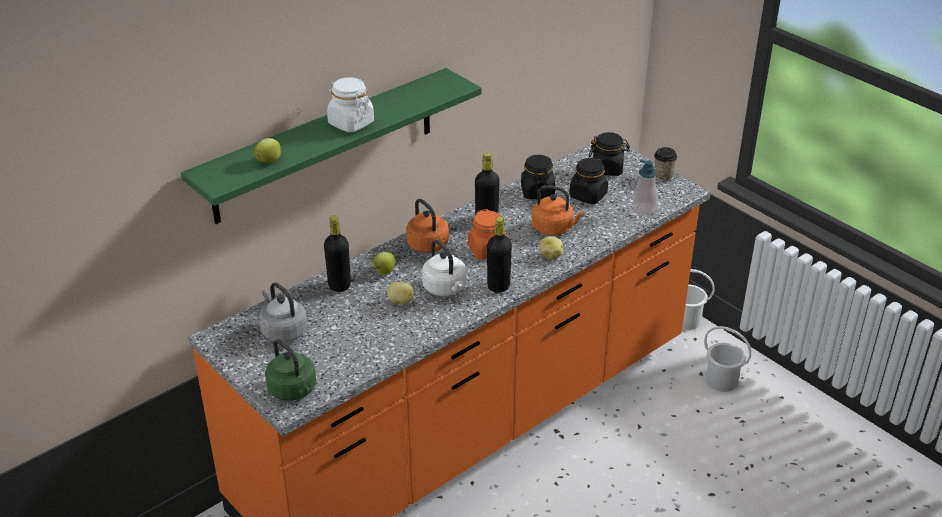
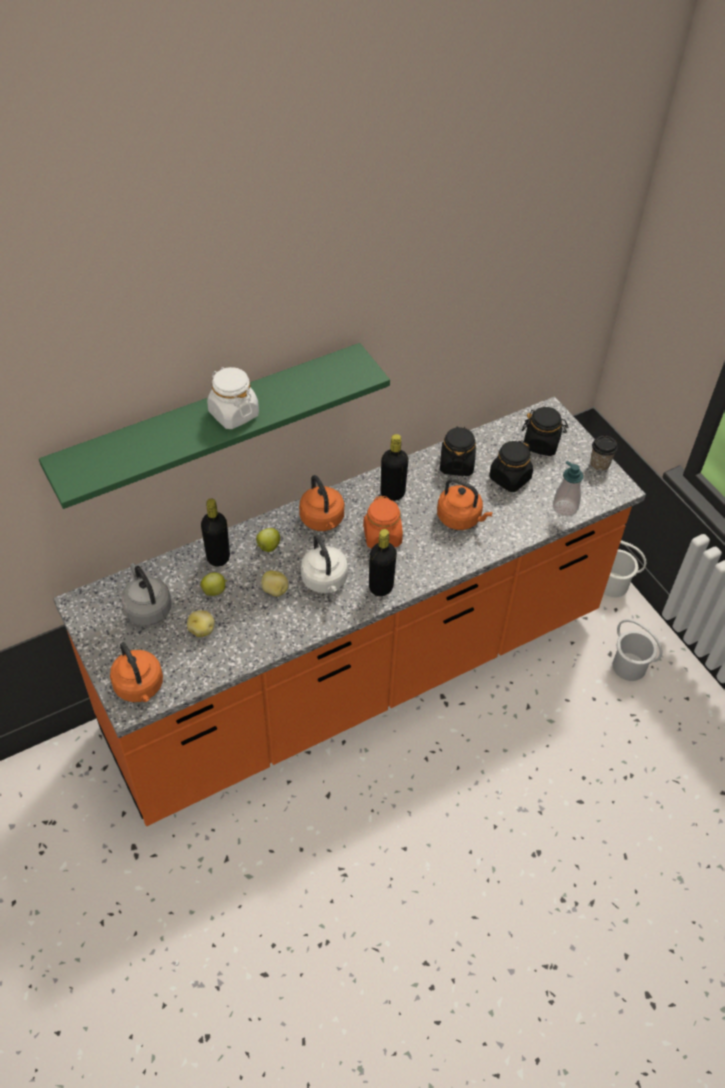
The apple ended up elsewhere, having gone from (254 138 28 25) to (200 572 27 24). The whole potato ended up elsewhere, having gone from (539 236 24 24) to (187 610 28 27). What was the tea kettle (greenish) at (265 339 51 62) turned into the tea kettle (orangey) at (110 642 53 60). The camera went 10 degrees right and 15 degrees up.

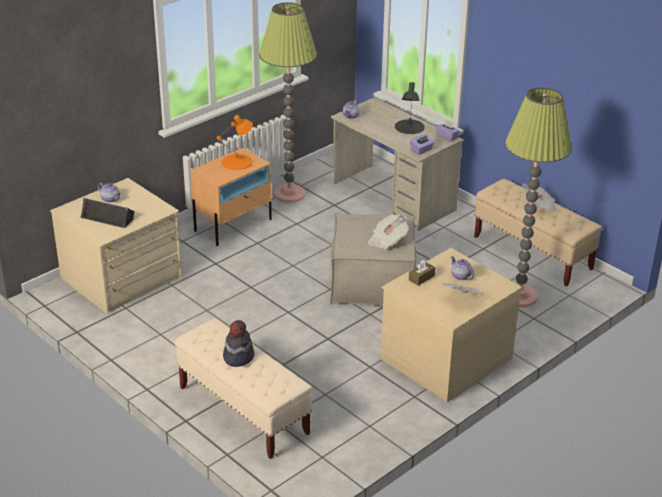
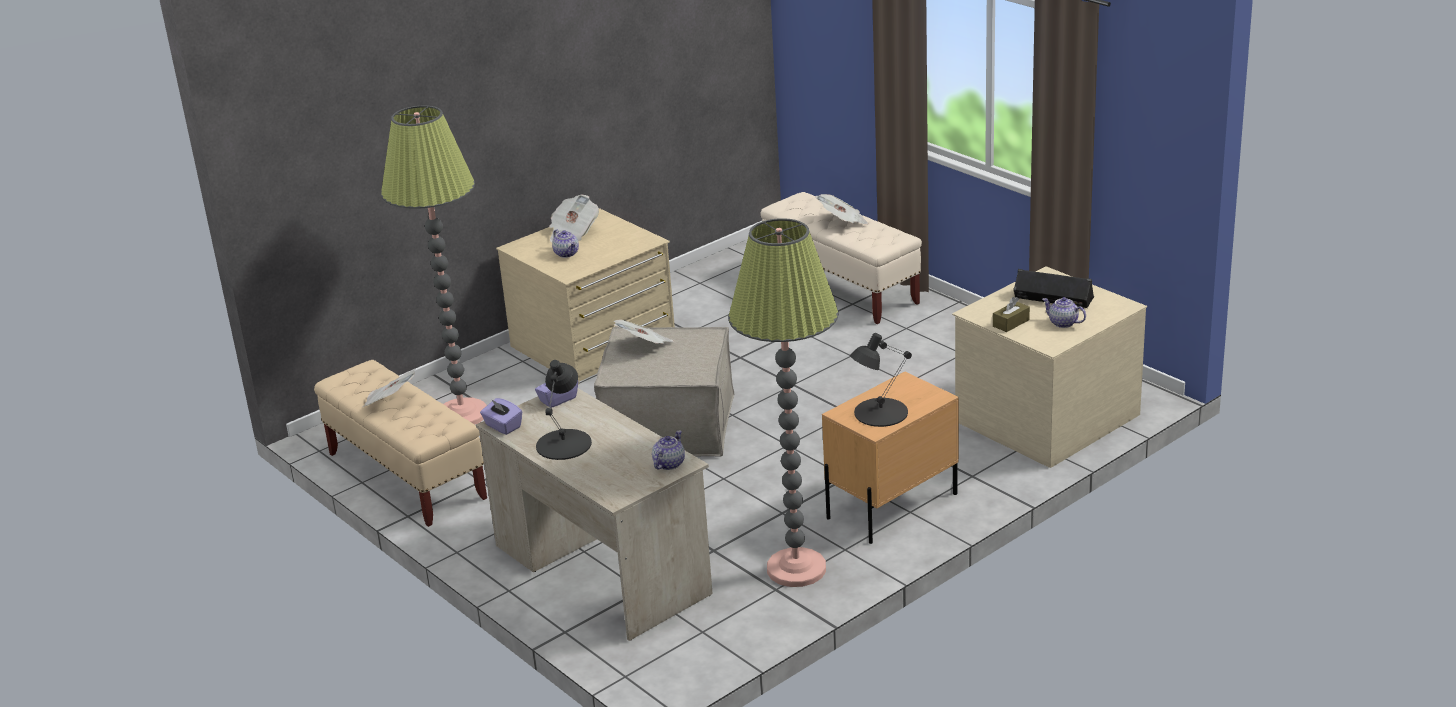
The box of tissues (brown-coloured) ended up elsewhere, having gone from (409 260 26 26) to (993 297 37 35). Where the clothing hat stood at (223 320 31 47), the printed paper came to stand at (815 194 54 31). What was the lamp for a table (orangey) at (217 115 36 55) turned into the lamp for a table (black-coloured) at (850 333 62 94). The camera went 175 degrees left and 5 degrees down.

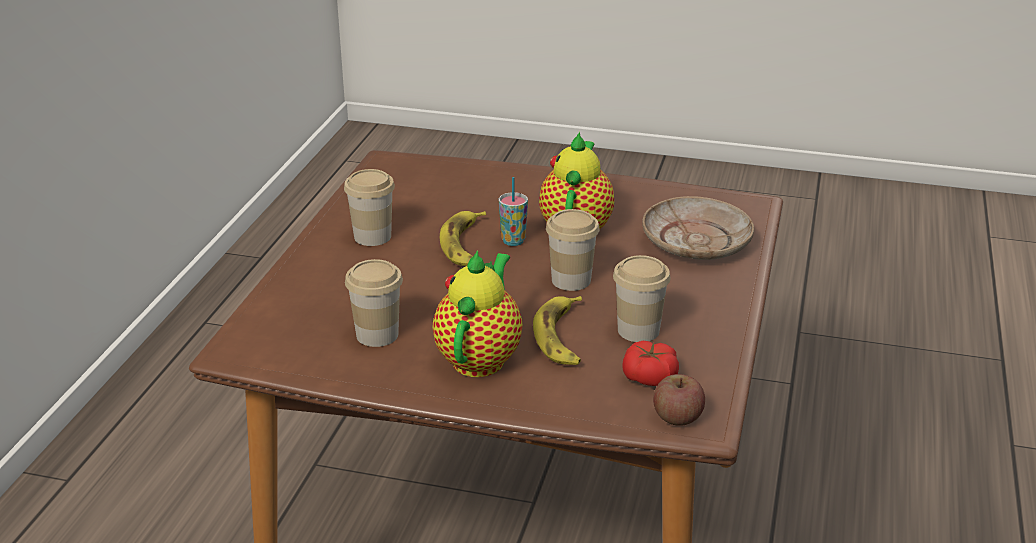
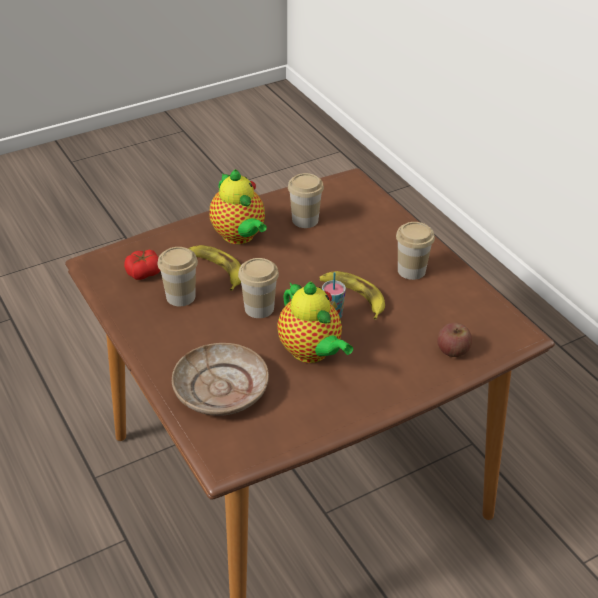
The apple ended up elsewhere, having gone from (653 374 52 52) to (437 323 35 34). The camera went 135 degrees right and 10 degrees up.

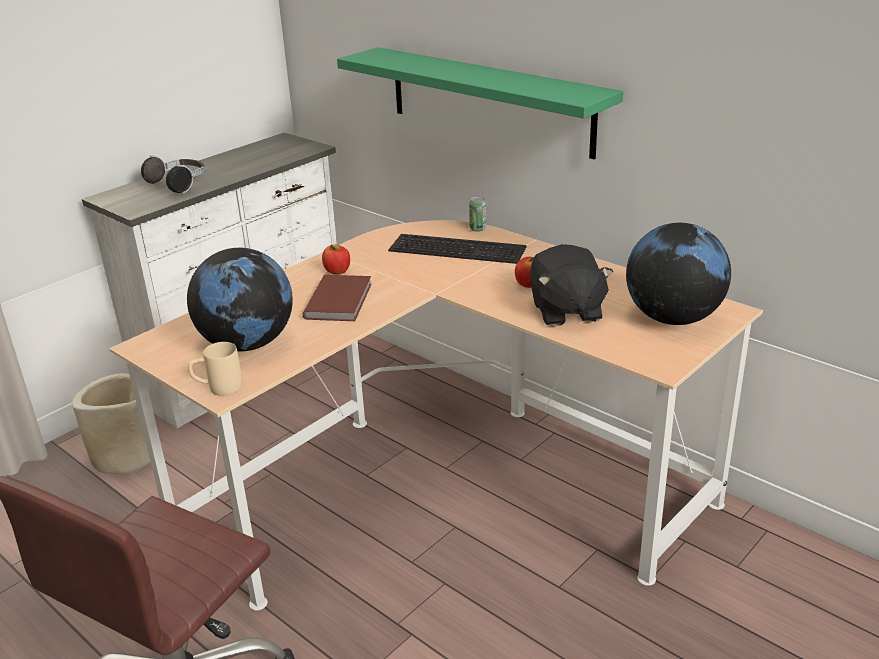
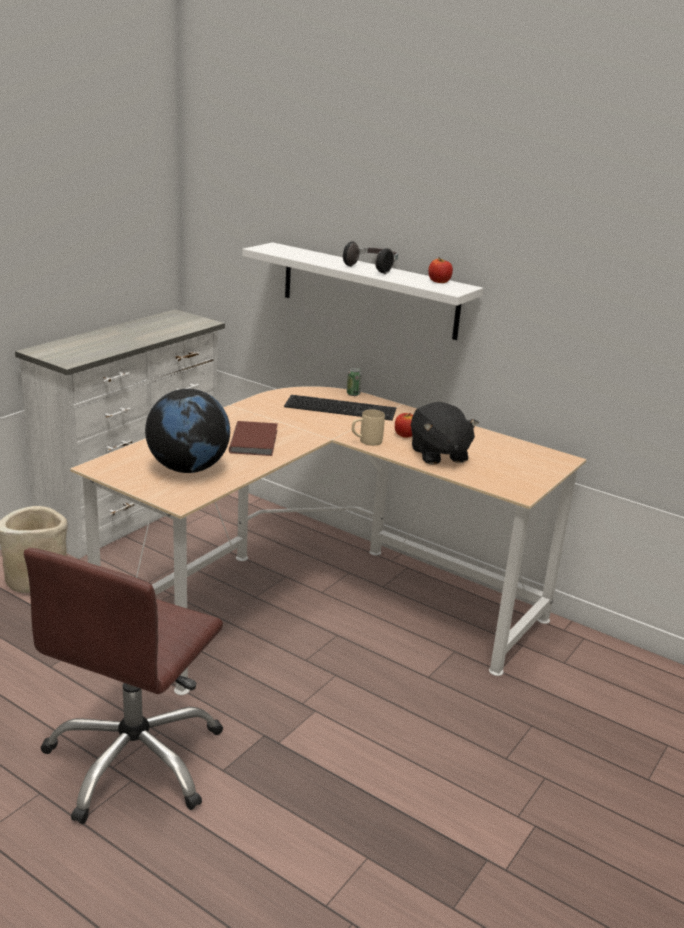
The second view lost the globe at (626 223 105 102). The headphones ended up elsewhere, having gone from (141 156 65 38) to (343 241 55 33). The mug (beige) ended up elsewhere, having gone from (188 342 55 54) to (352 409 33 37). The apple ended up elsewhere, having gone from (322 244 28 30) to (428 257 25 26). What was the shelf (greenish) at (337 47 286 112) turned into the shelf (white-coloured) at (243 242 240 98). The camera went 10 degrees left and 5 degrees down.

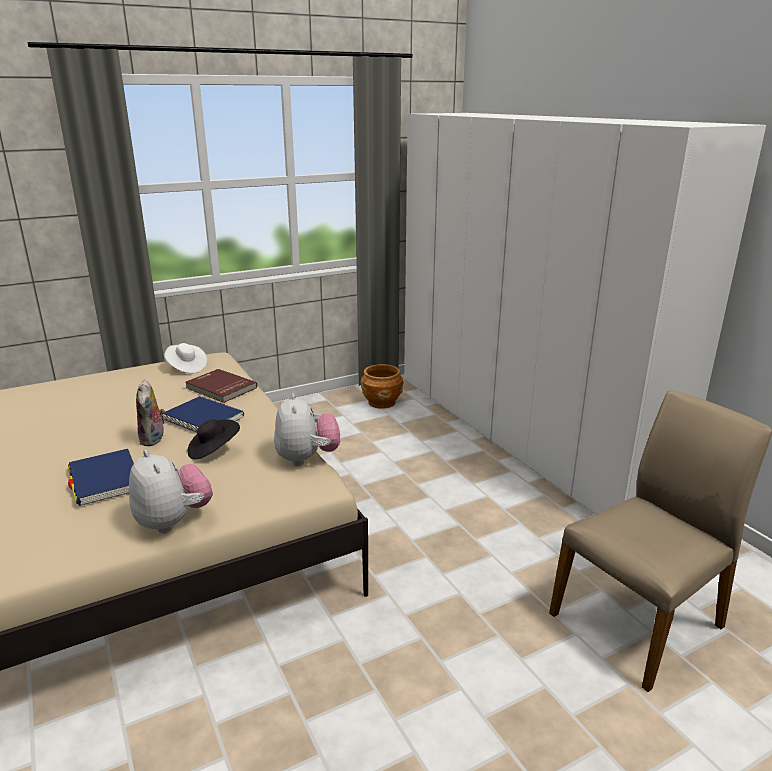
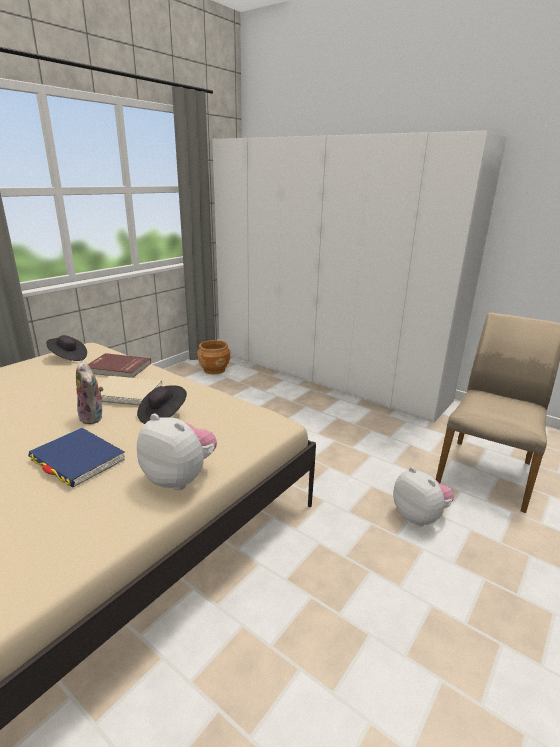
The soft toy ended up elsewhere, having gone from (274 393 66 73) to (393 467 61 60). What was the volume (blue) at (163 396 81 37) turned into the volume (beige) at (98 376 64 30). What was the clothing hat (white-coloured) at (164 343 43 30) turned into the clothing hat (black-coloured) at (47 335 40 26). The camera went 25 degrees left and 0 degrees up.

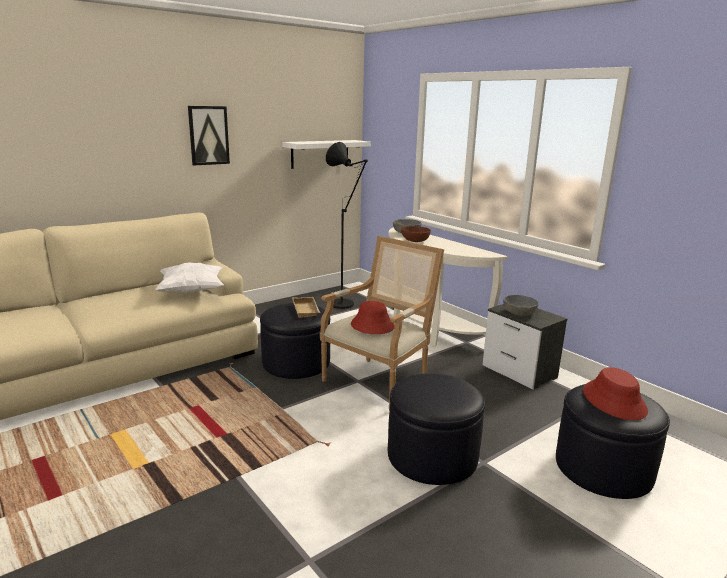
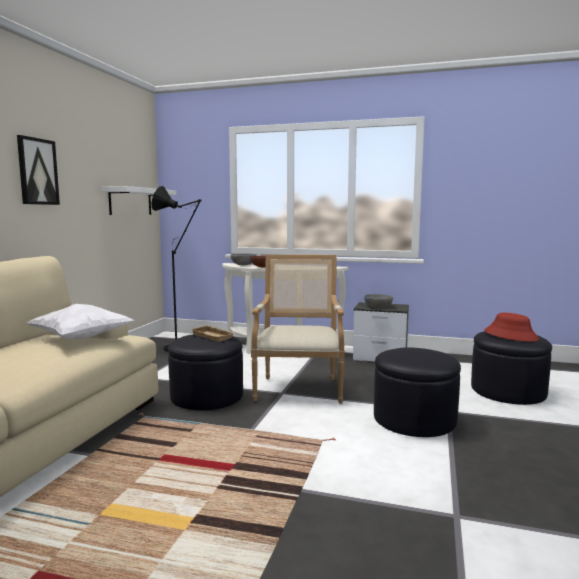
The second view lost the clothing hat (red) at (351 301 44 33). The camera went 35 degrees left and 10 degrees down.

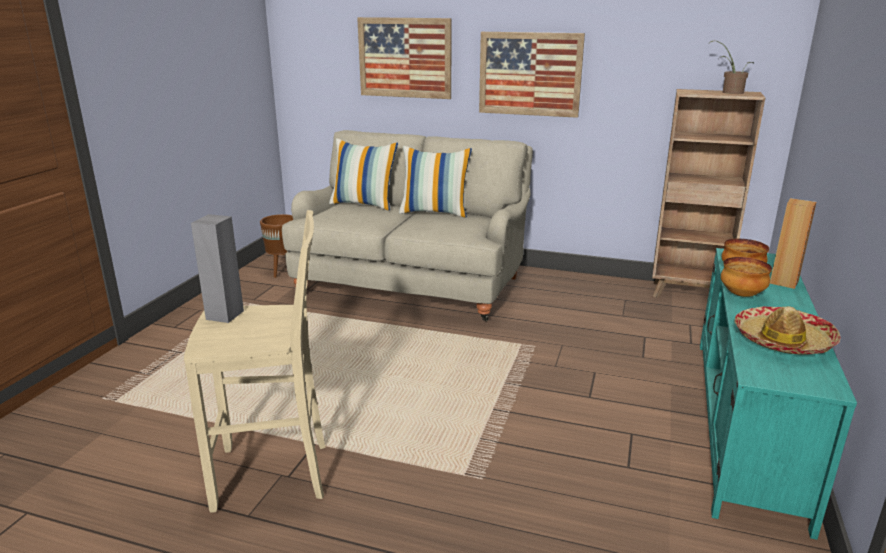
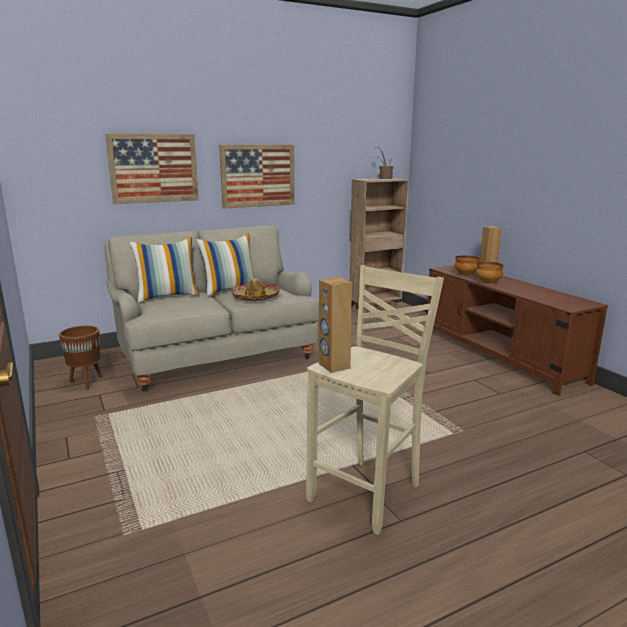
The clothing hat ended up elsewhere, having gone from (735 306 106 49) to (231 279 50 22). What was the speaker (greyish) at (191 214 53 109) turned into the speaker (brown-coloured) at (319 277 33 96). What was the tv stand (turquoise-coloured) at (700 248 157 292) turned into the tv stand (brown-coloured) at (426 265 182 131). The camera went 45 degrees left and 5 degrees down.

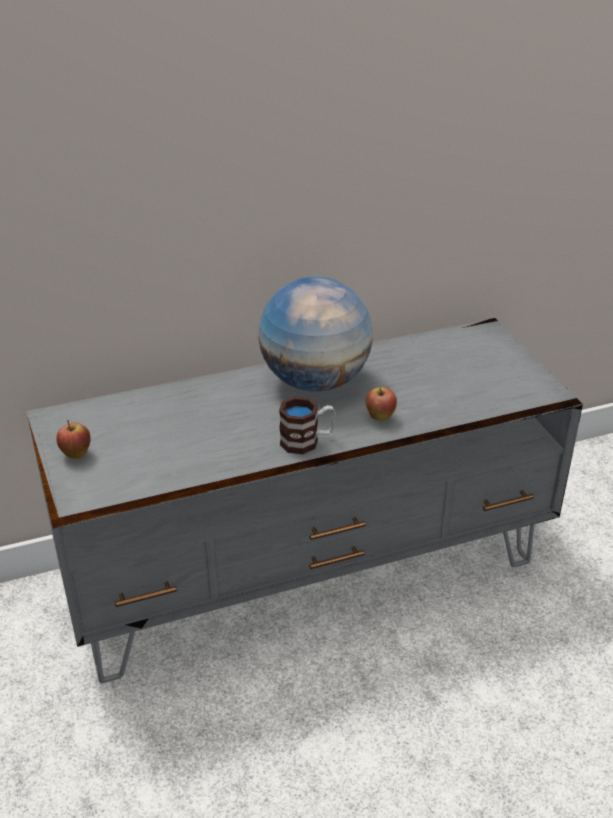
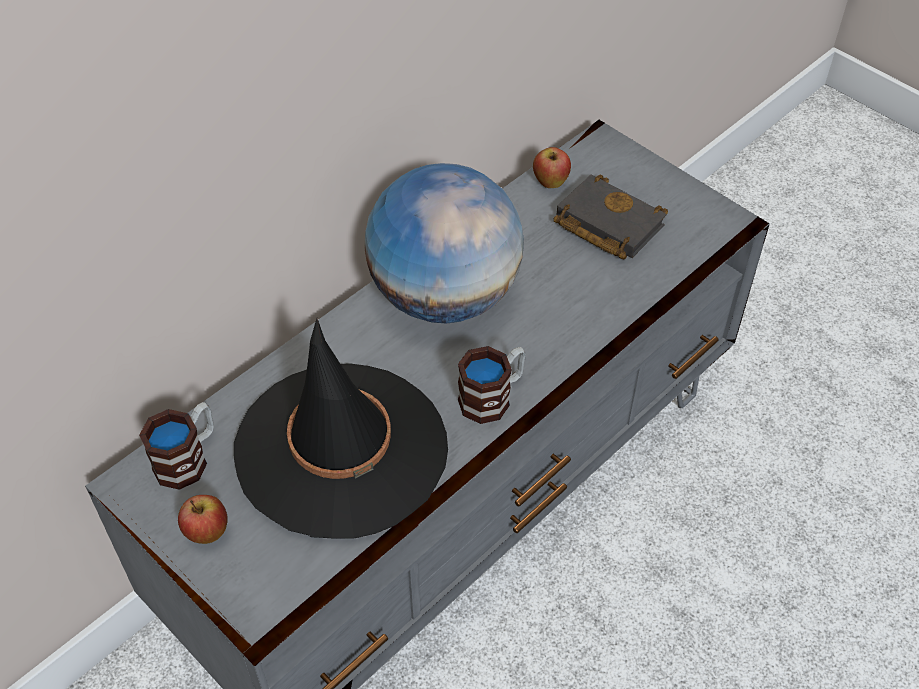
The second view gained the mug at (139 402 75 88). The second view gained the clothing hat (black-coloured) at (234 318 214 221). The second view gained the volume (black-coloured) at (554 174 114 86). The apple ended up elsewhere, having gone from (366 387 31 34) to (533 147 38 41). The camera went 25 degrees left and 15 degrees up.

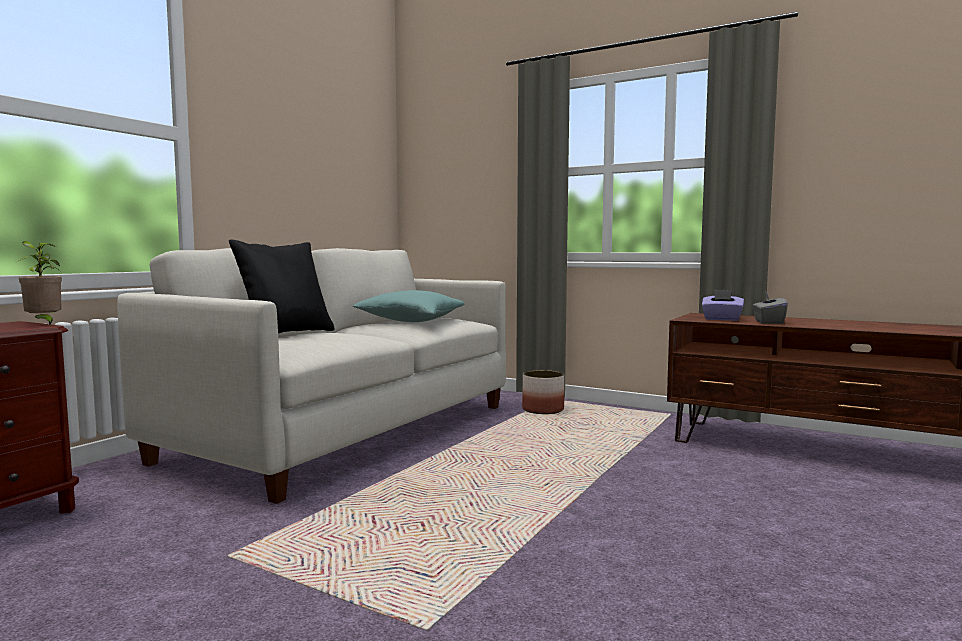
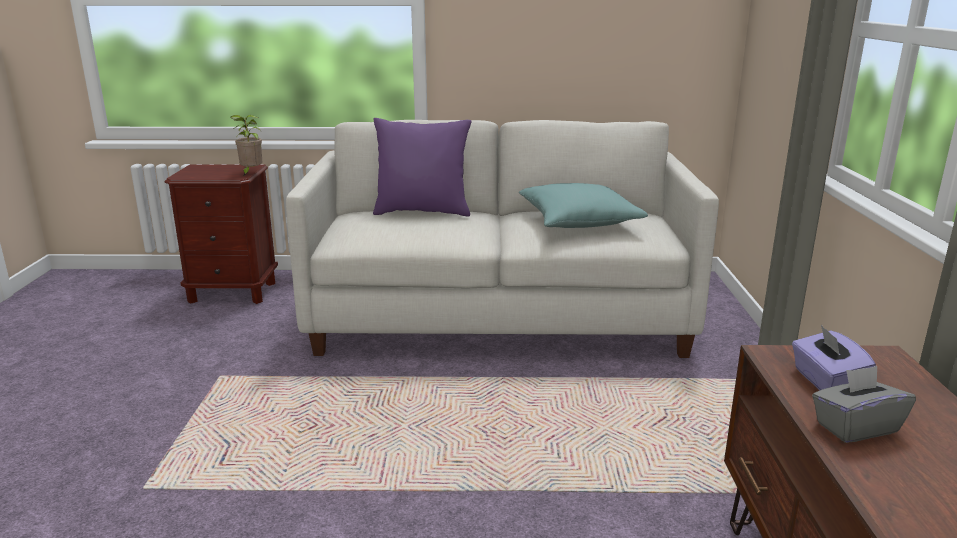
The second view lost the planter at (522 370 42 44). What was the pillow (black-coloured) at (229 240 106 93) turned into the pillow (purple-coloured) at (373 118 98 98). The camera went 60 degrees right and 15 degrees up.

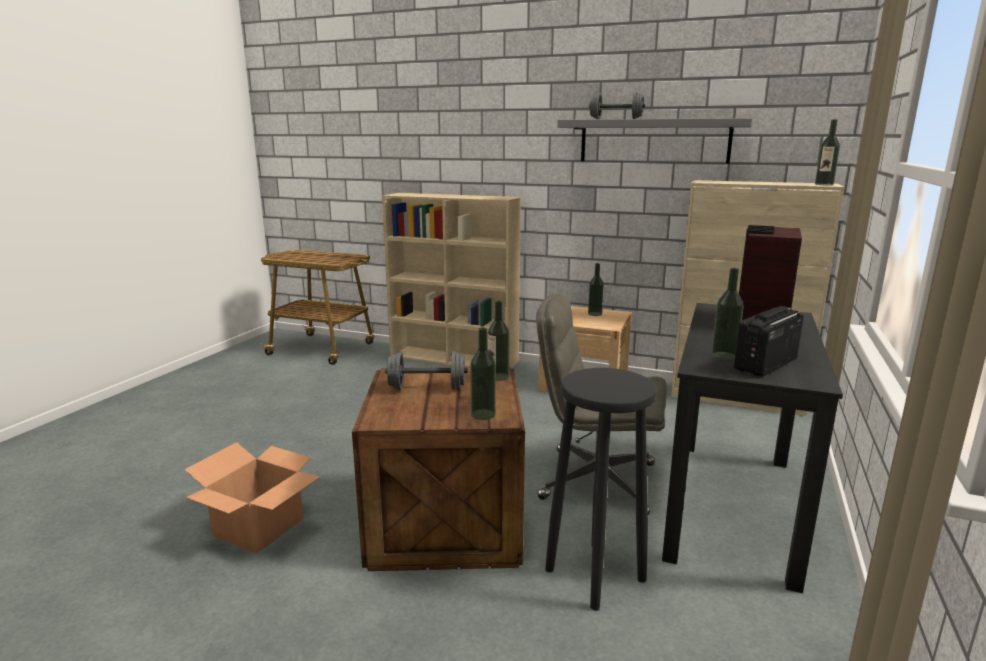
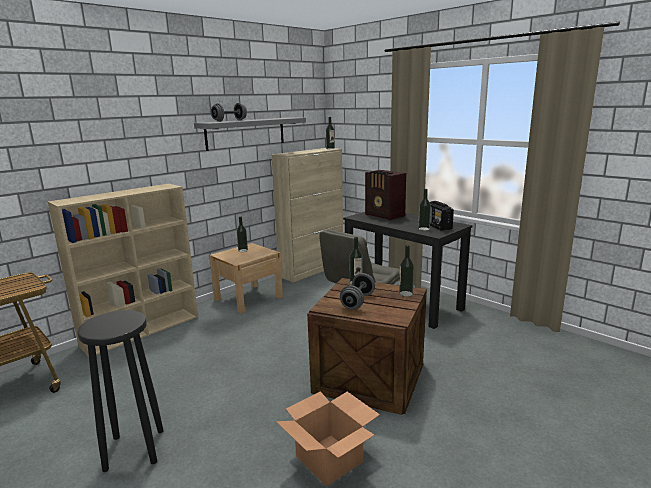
The stool (black-coloured) ended up elsewhere, having gone from (545 368 112 243) to (77 310 87 162). The camera went 65 degrees left and 0 degrees up.

